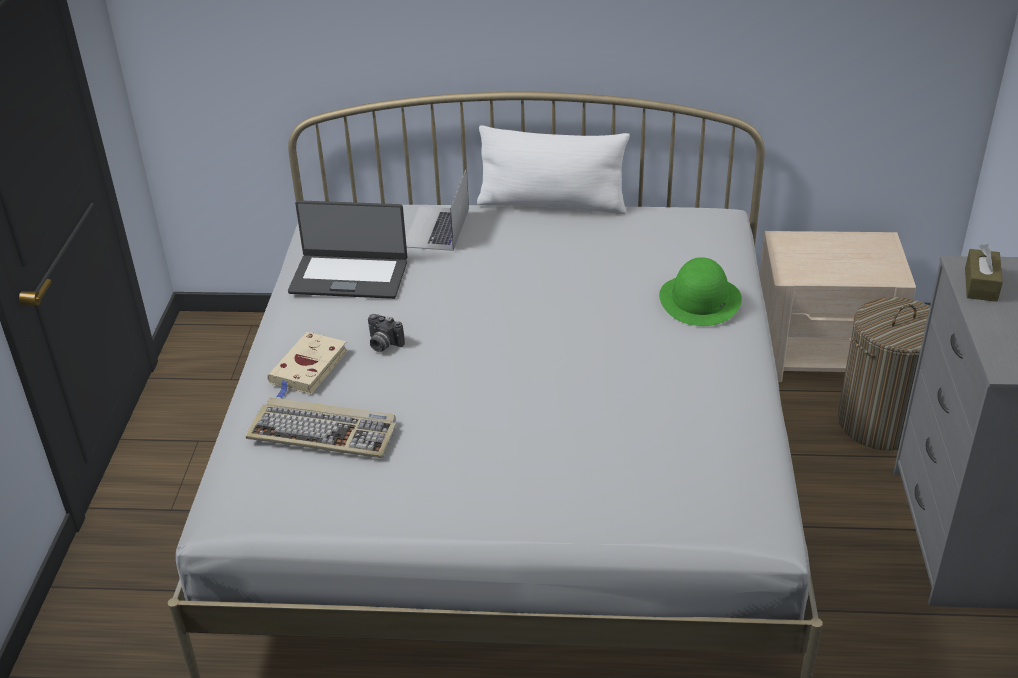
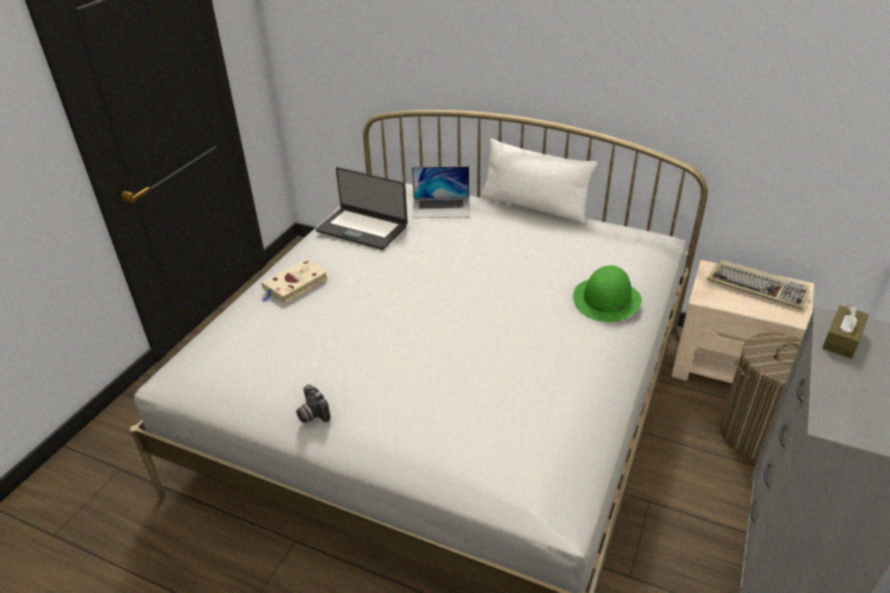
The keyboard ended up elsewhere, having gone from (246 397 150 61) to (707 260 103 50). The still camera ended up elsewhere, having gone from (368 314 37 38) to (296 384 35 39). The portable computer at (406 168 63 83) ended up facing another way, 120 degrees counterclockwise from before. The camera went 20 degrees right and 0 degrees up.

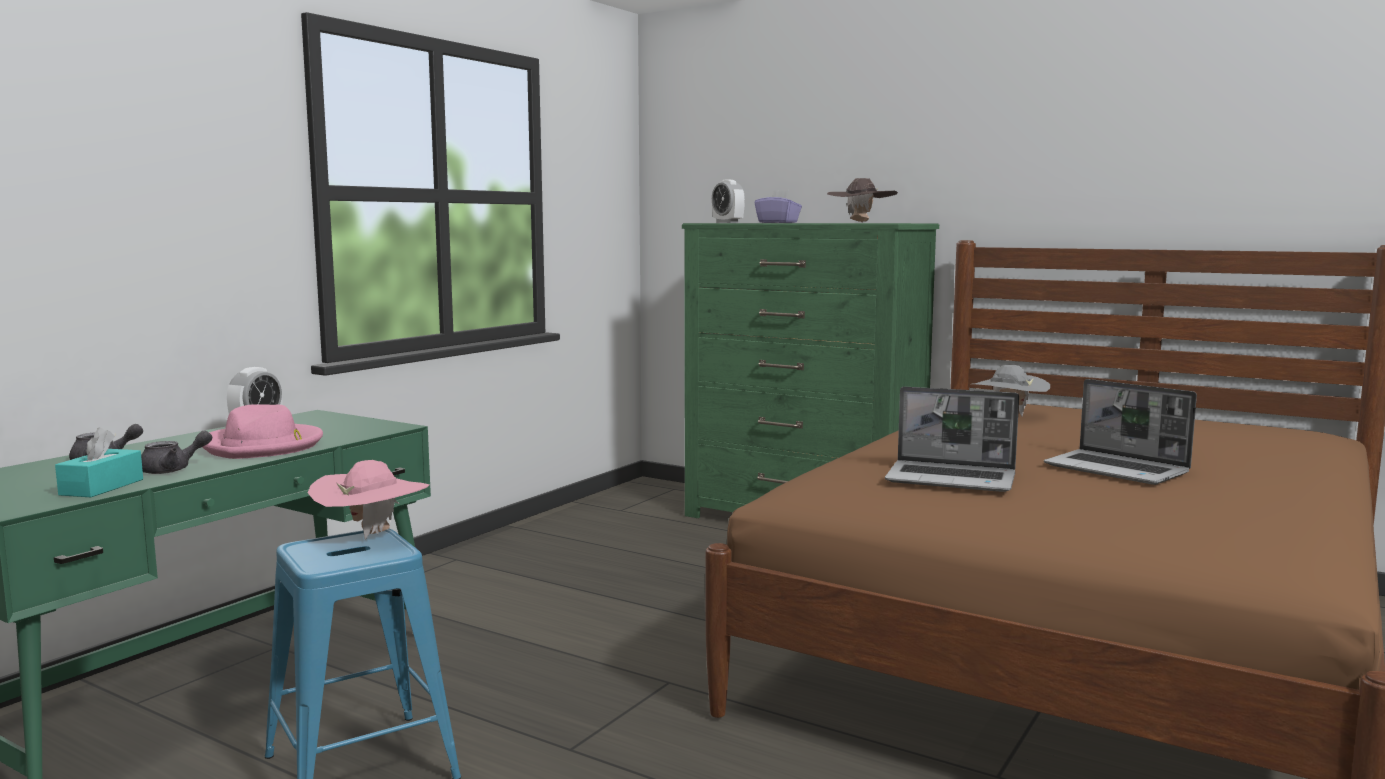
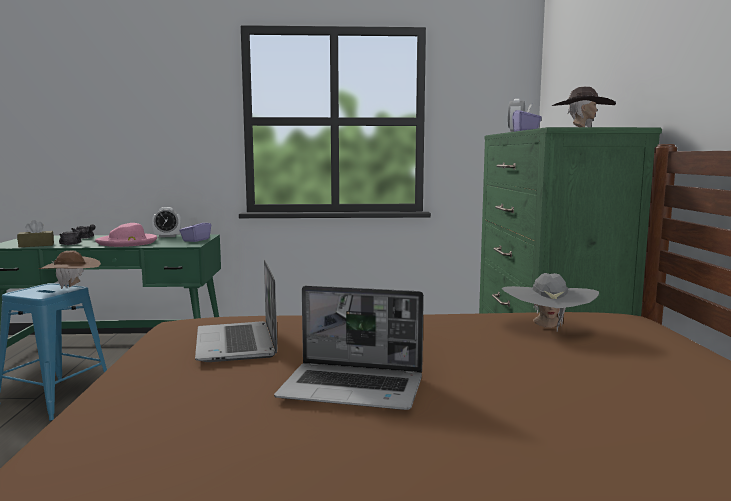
The second view gained the box of tissues (purple-coloured) at (179 217 32 25). What was the box of tissues (turquoise-coloured) at (55 428 88 69) turned into the box of tissues (brown-coloured) at (17 220 37 27). What was the clothing hat (pinkish) at (308 460 122 80) turned into the clothing hat (brown-coloured) at (39 251 62 38). The portable computer at (1044 379 153 106) ended up facing another way, 90 degrees counterclockwise from before. The camera went 55 degrees right and 0 degrees up.

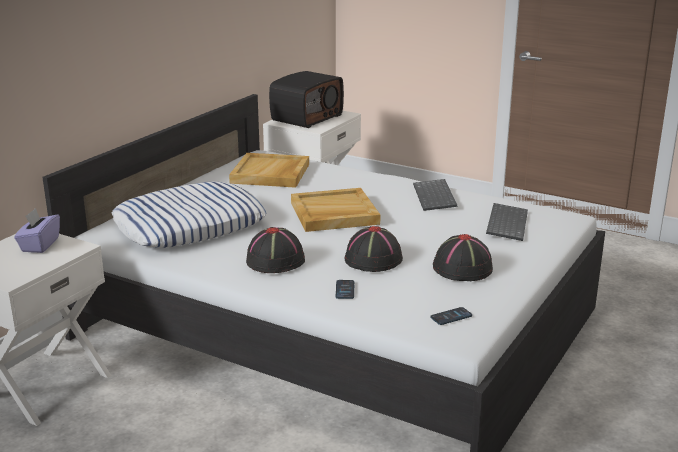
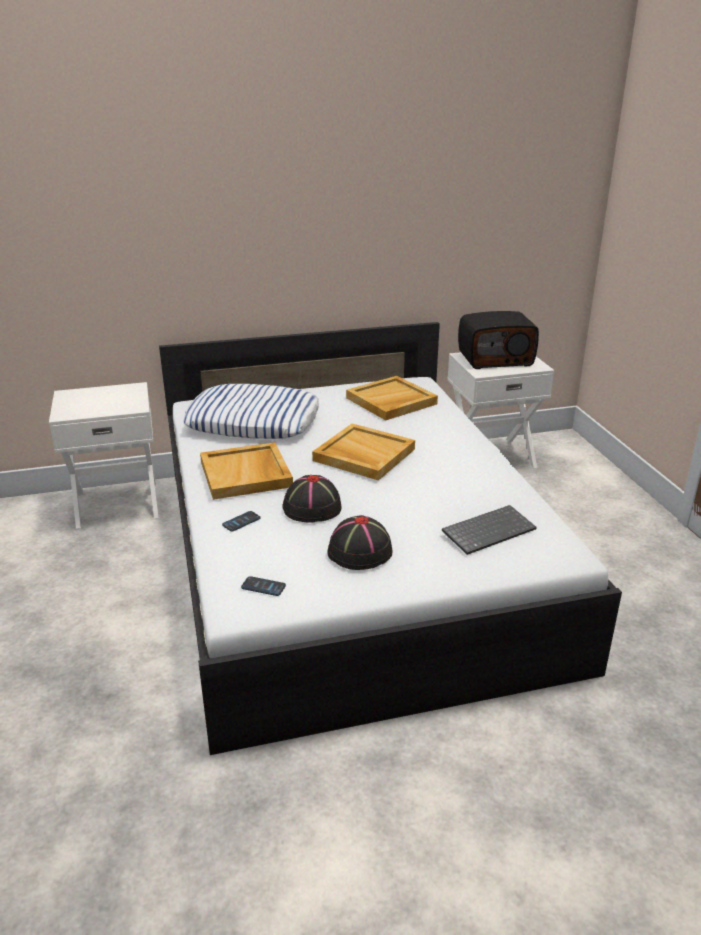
The second view lost the box of tissues (purple-coloured) at (14 208 46 45). The second view lost the keyboard at (413 179 44 32). Where the clothing hat (black-coloured) stood at (246 227 59 46), the carrying tray (beige) came to stand at (200 442 93 58). The camera went 45 degrees right and 5 degrees up.

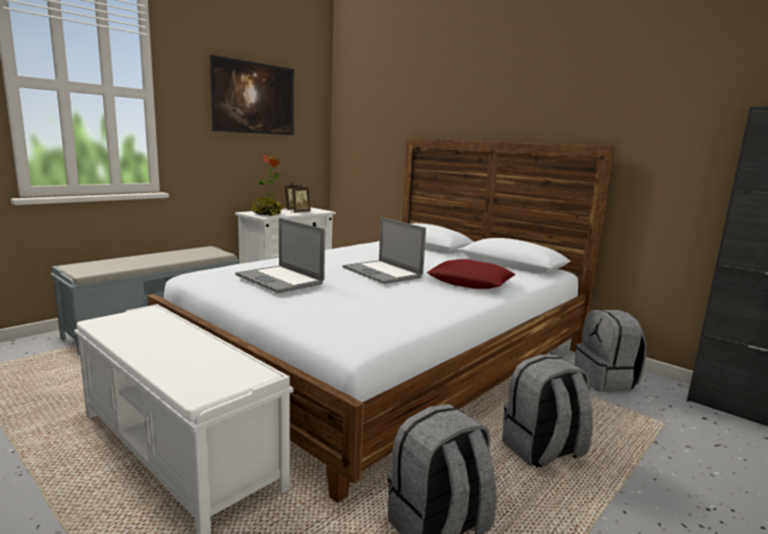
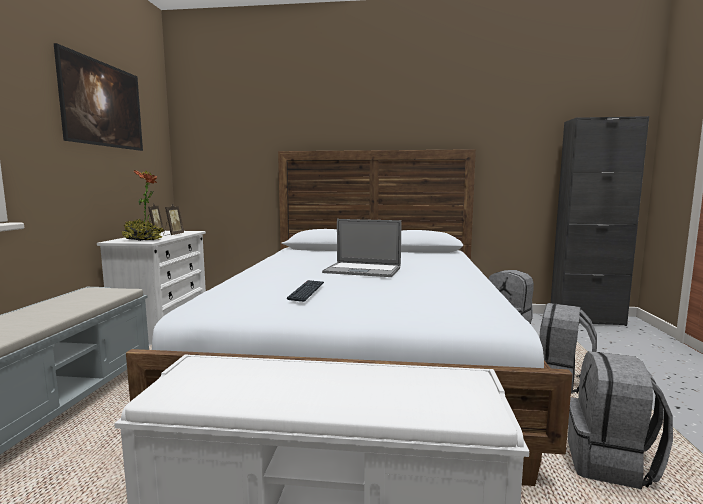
The second view lost the pillow (red) at (427 259 88 30). Where the portable computer stood at (235 218 90 75), the keyboard came to stand at (287 280 37 22). The camera went 35 degrees left and 5 degrees down.

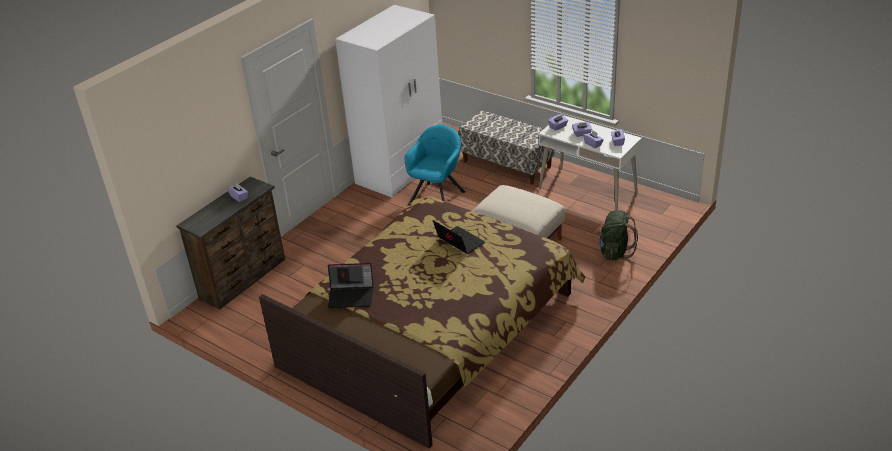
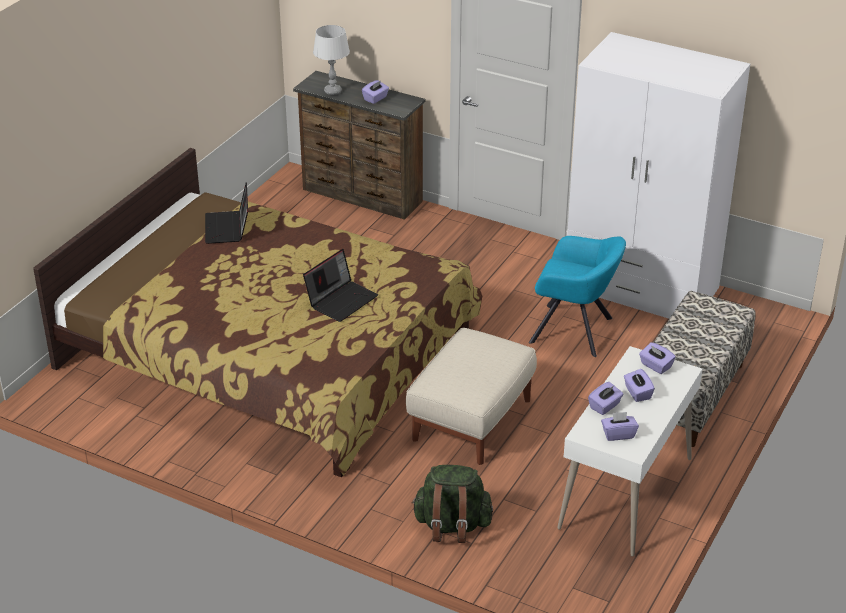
The second view gained the lamp for a table (greyish) at (313 25 37 70). The camera went 80 degrees right and 0 degrees up.

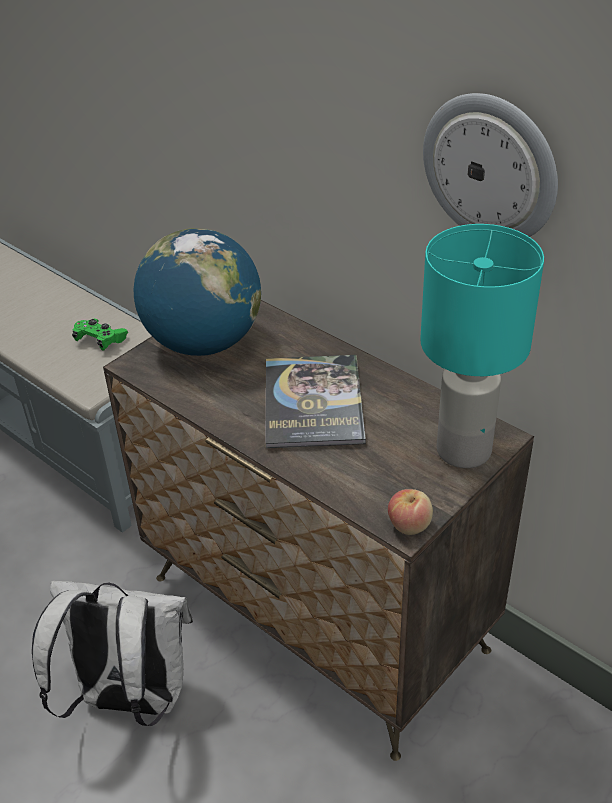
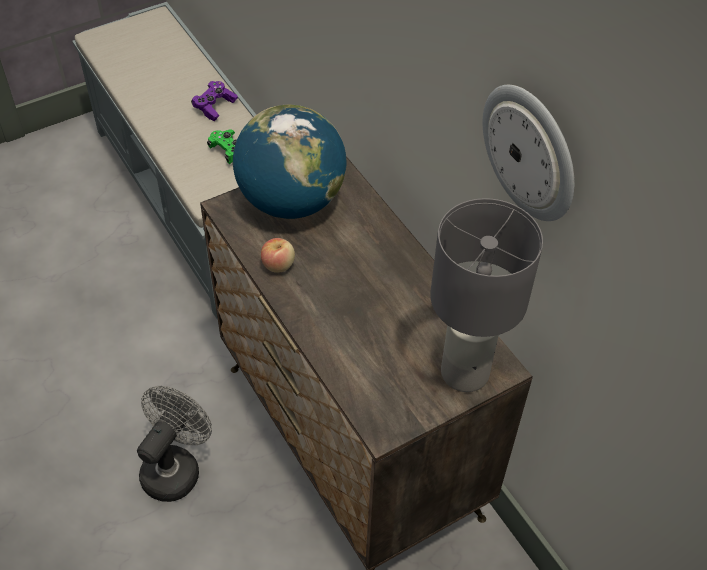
The second view lost the volume at (265 355 101 93). The second view gained the gamepad (purple-coloured) at (191 81 47 40). The apple ended up elsewhere, having gone from (388 489 45 46) to (261 238 34 35). Where the rucksack (white-coloured) stood at (32 581 161 145), the electric fan (greyish) came to stand at (137 386 75 116). What was the lamp for a table (turquoise-coloured) at (420 224 124 244) turned into the lamp for a table (greyish) at (430 198 113 194). The camera went 15 degrees right and 10 degrees up.

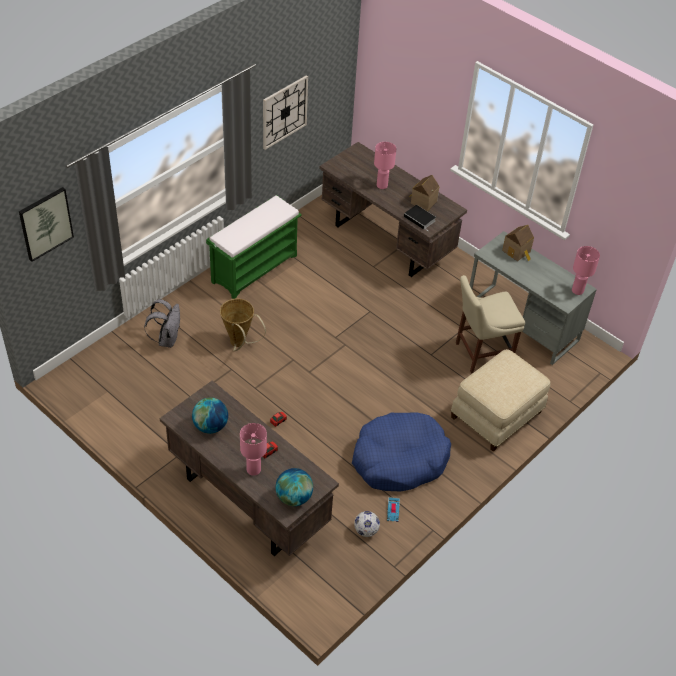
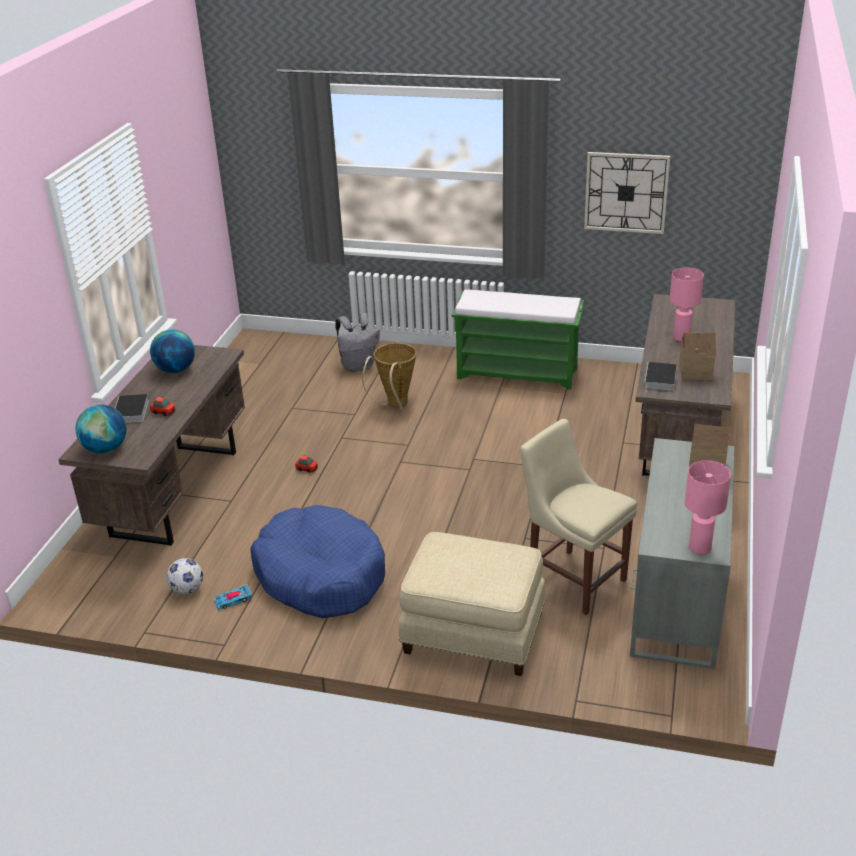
The second view lost the picture at (19 187 55 75). Where the lamp for a table (pinkish) stood at (240 423 27 53), the volume came to stand at (115 394 34 29). The camera went 65 degrees right and 15 degrees down.

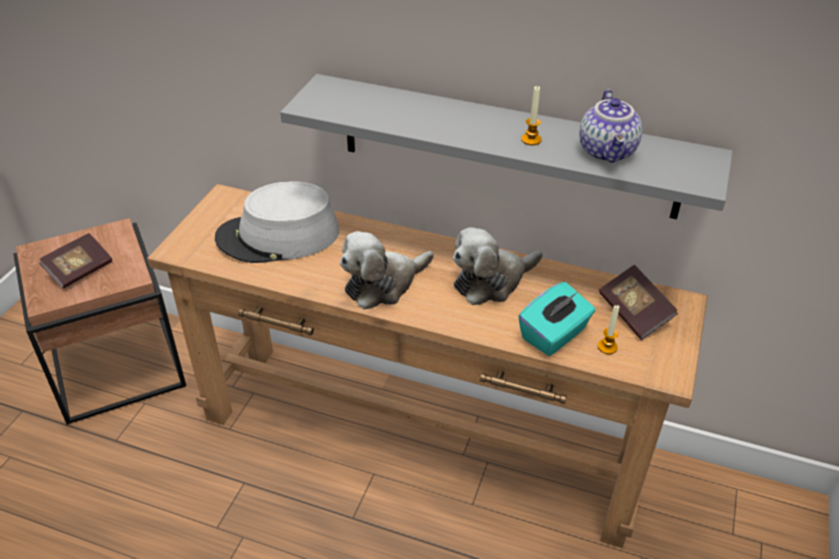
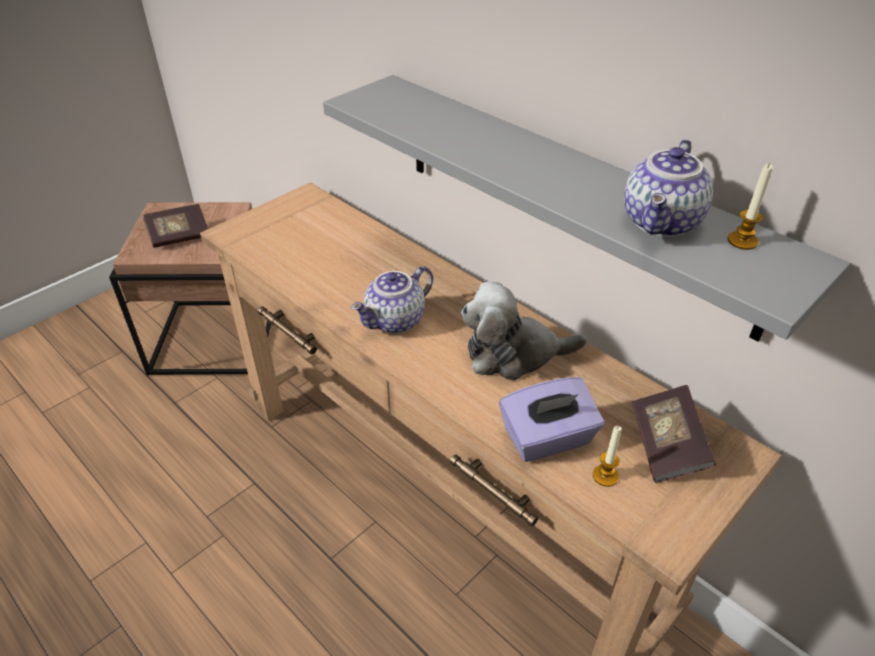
The second view lost the clothing hat (greyish) at (215 181 124 82). The candle ended up elsewhere, having gone from (521 85 21 60) to (728 163 45 87). Where the soft toy stood at (340 231 94 79), the pot for tea came to stand at (351 266 82 68). What was the box of tissues (turquoise-coloured) at (518 282 78 74) turned into the box of tissues (purple-coloured) at (499 377 105 85). The camera went 25 degrees right and 0 degrees up.

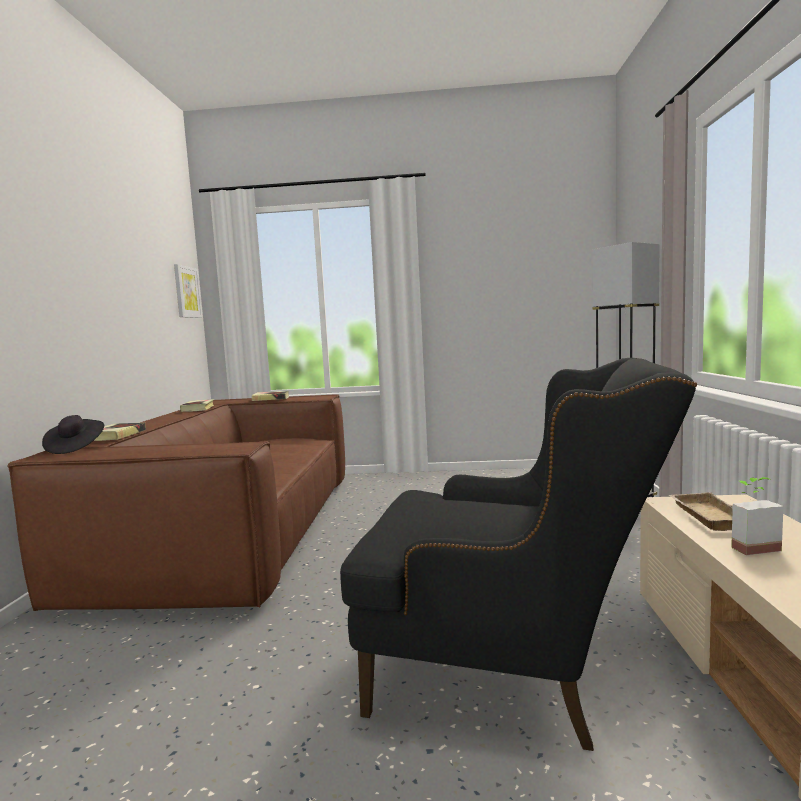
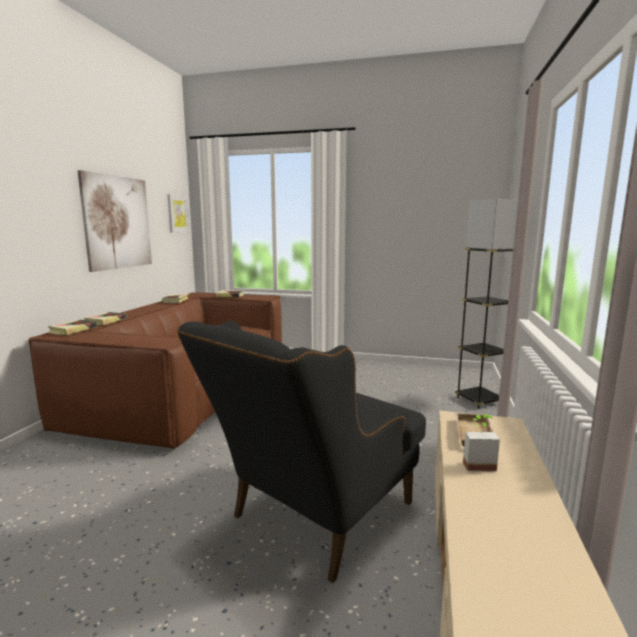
The second view gained the picture at (78 170 74 102). Where the clothing hat (black-coloured) stood at (42 415 62 39), the volume came to stand at (48 319 49 16). The armchair (black-coloured) at (340 358 357 393) ended up facing another way, 105 degrees clockwise from before. The camera went 10 degrees right and 5 degrees up.

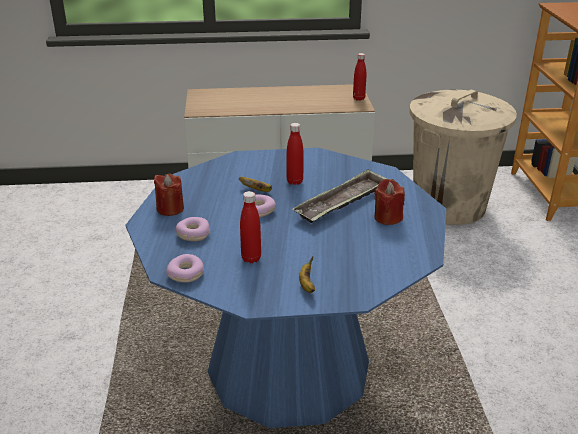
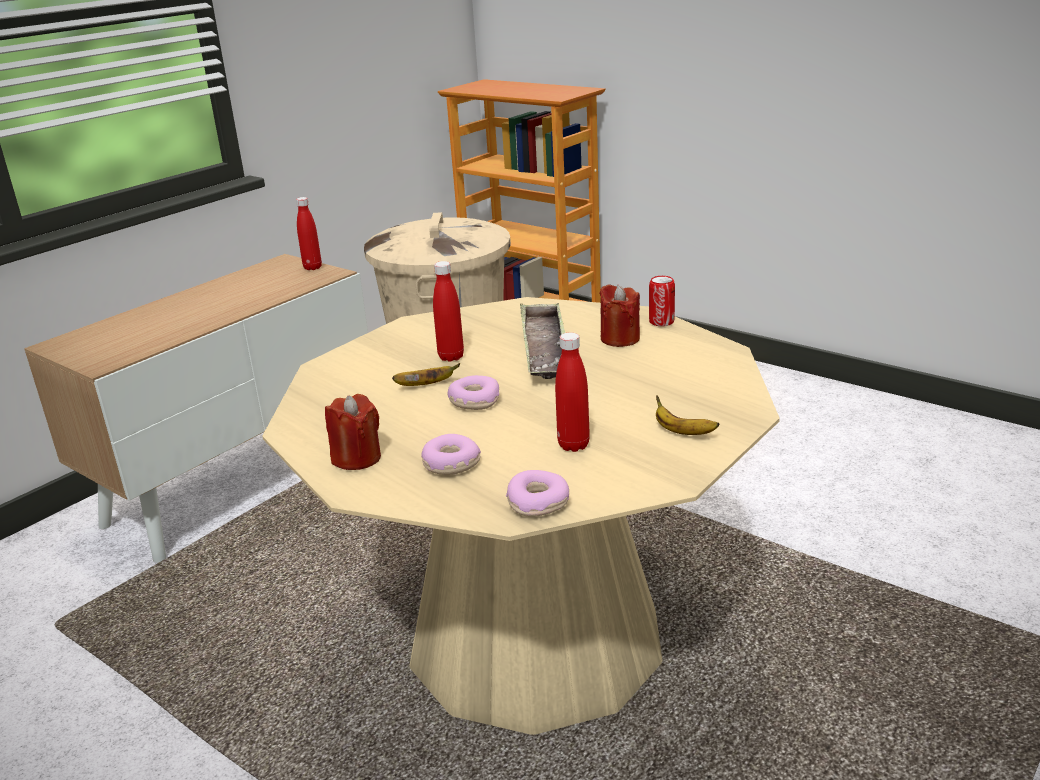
The second view gained the can at (649 276 26 50). What was the kitchen table (blue) at (126 148 320 280) turned into the kitchen table (beige) at (262 297 518 438). The camera went 45 degrees left and 5 degrees down.

